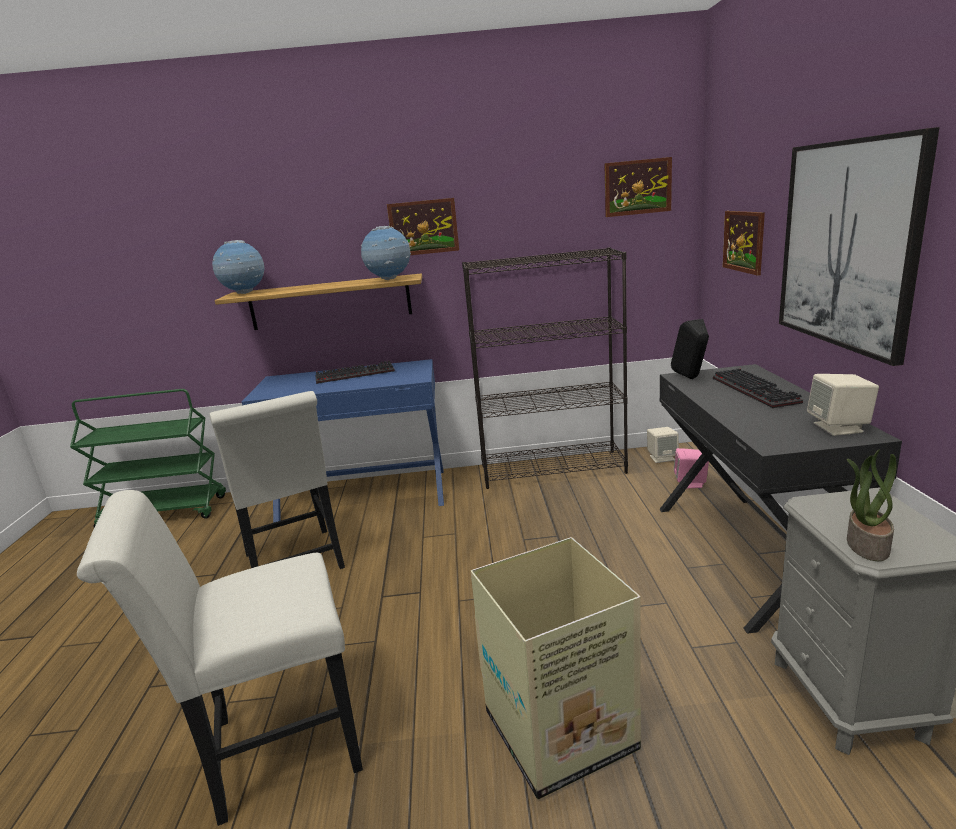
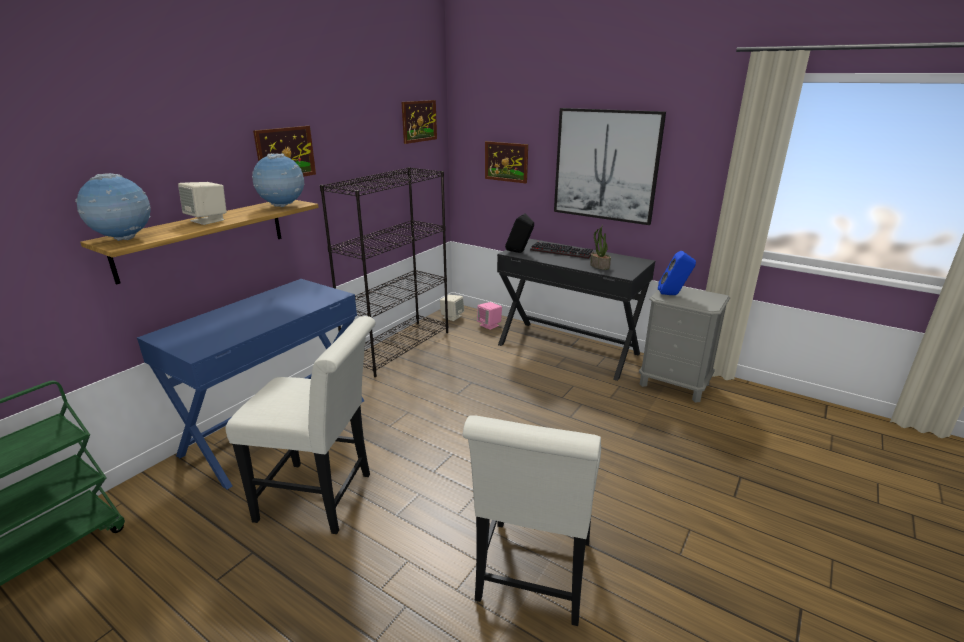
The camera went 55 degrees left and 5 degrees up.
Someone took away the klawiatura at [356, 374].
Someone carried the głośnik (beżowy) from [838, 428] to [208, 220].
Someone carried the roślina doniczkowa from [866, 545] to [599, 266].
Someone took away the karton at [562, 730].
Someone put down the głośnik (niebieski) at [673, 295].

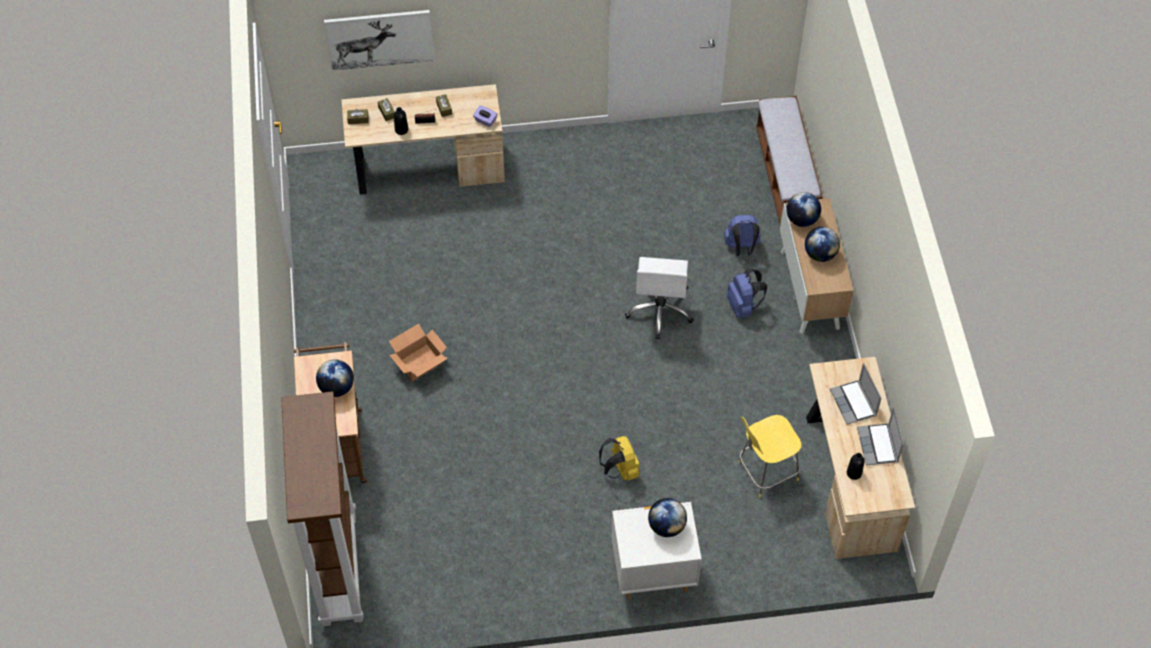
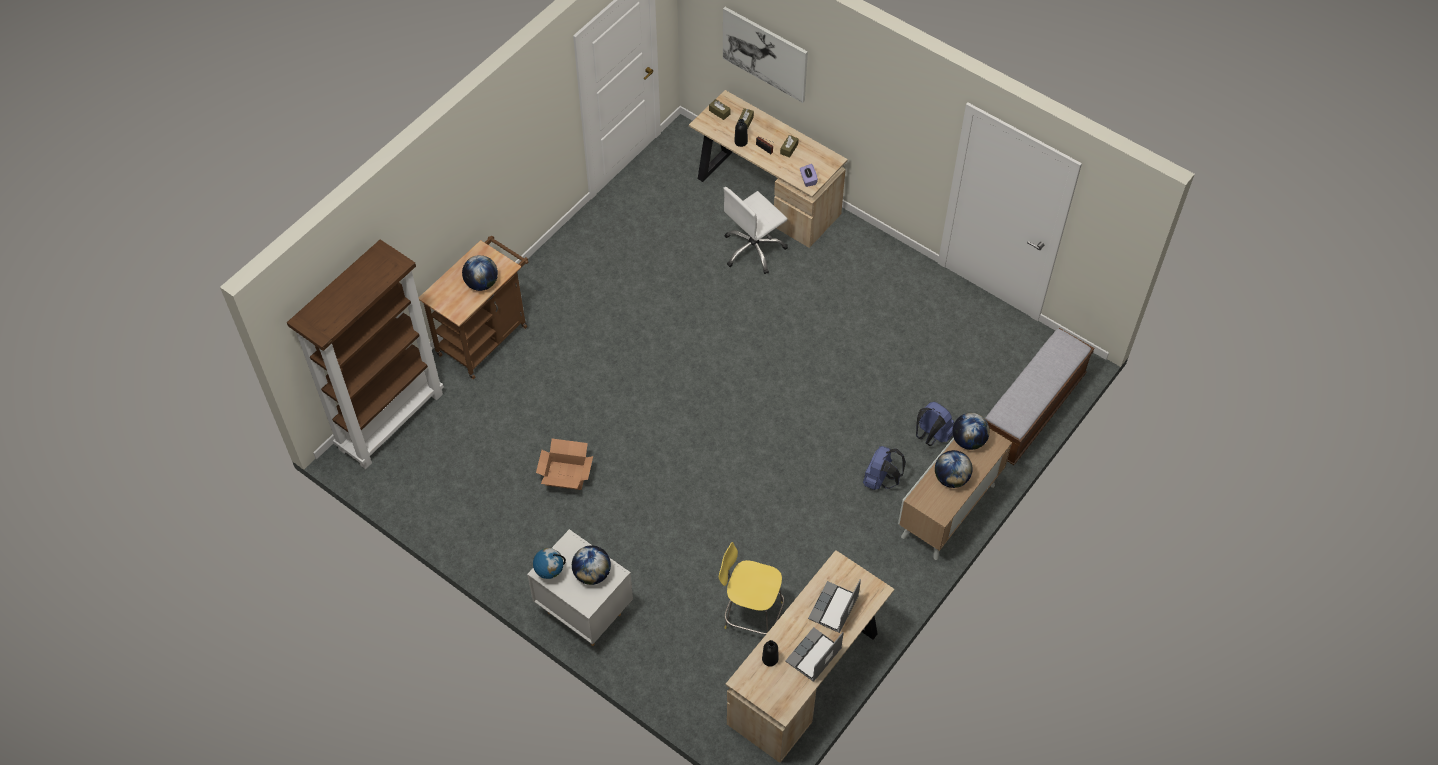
The camera went 45 degrees right and 0 degrees up.
Someone carried the krzesło biurowe (biały) from [660, 310] to [753, 250].
Someone carried the karton from [419, 362] to [565, 475].
Someone took away the plecak (żółty) at [620, 470].
Someone put down the globus at [550, 573].

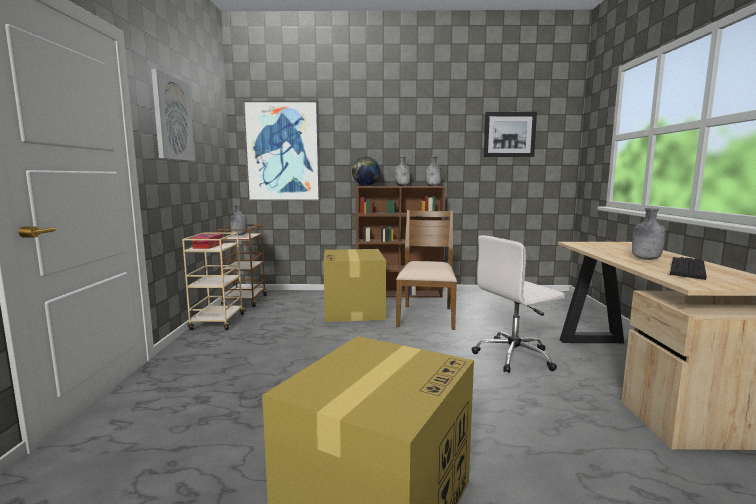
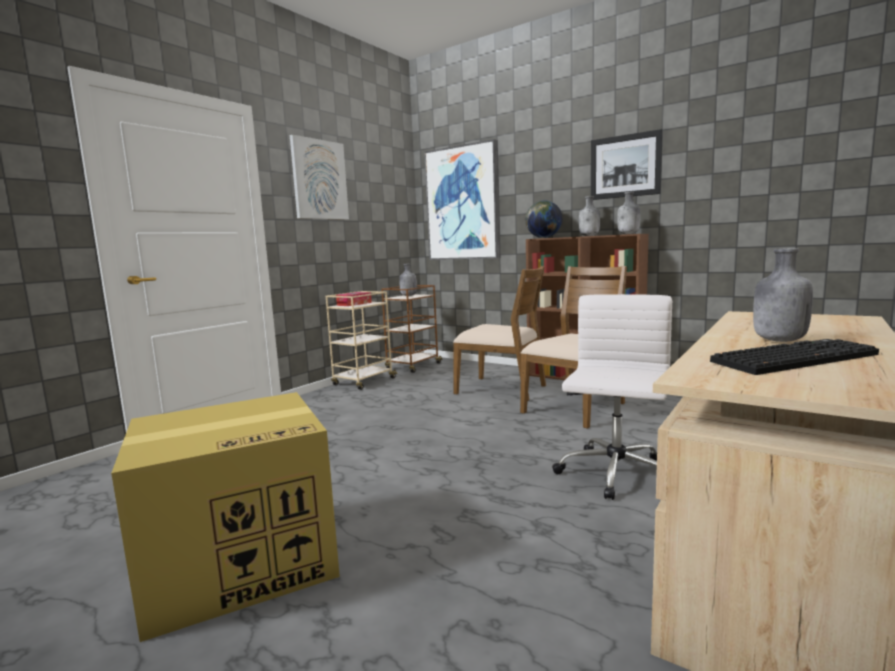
The camera went 35 degrees right and 0 degrees up.
Someone carried the obraz from [509, 134] to [625, 166].
Someone rotated the krzesło biurowe (biały) at [515, 356] by 105 degrees clockwise.
Someone swapped the karton at [354, 310] for the krzesło (brązowy) at [501, 389].

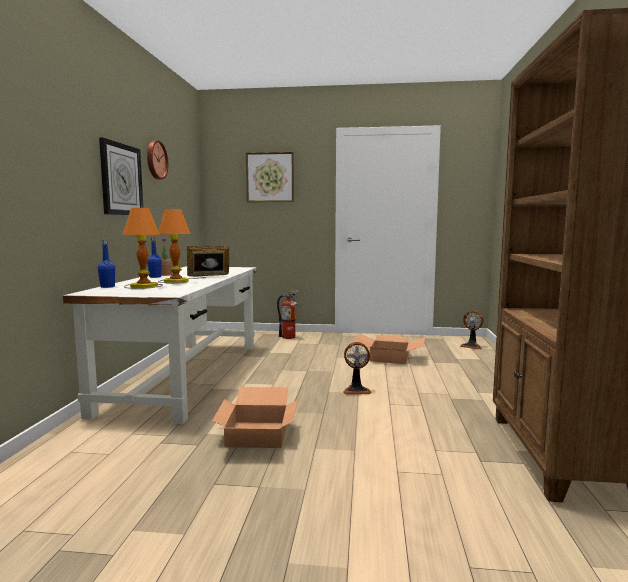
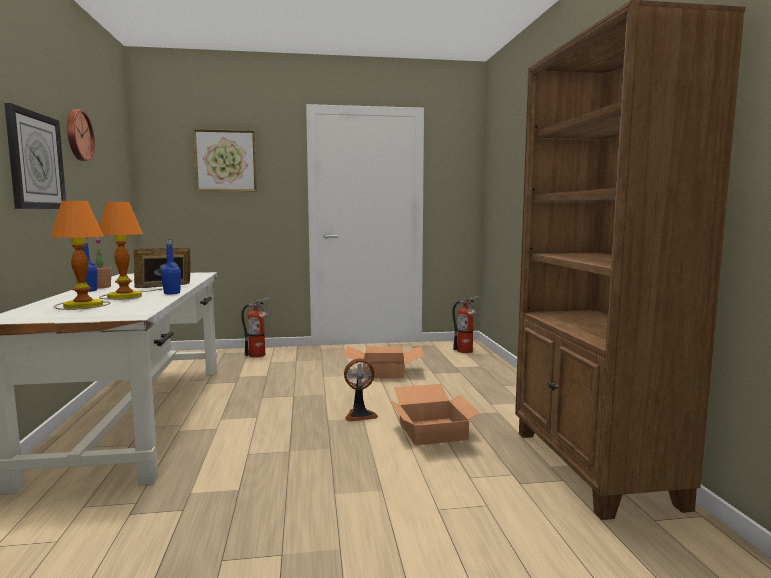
The camera went 15 degrees left and 0 degrees up.
Someone carried the butelka (niebieski) from [107, 286] to [172, 293].
Someone swapped the wentylator at [471, 346] for the gaśnica at [466, 351].
Someone carried the karton from [258, 434] to [434, 431].

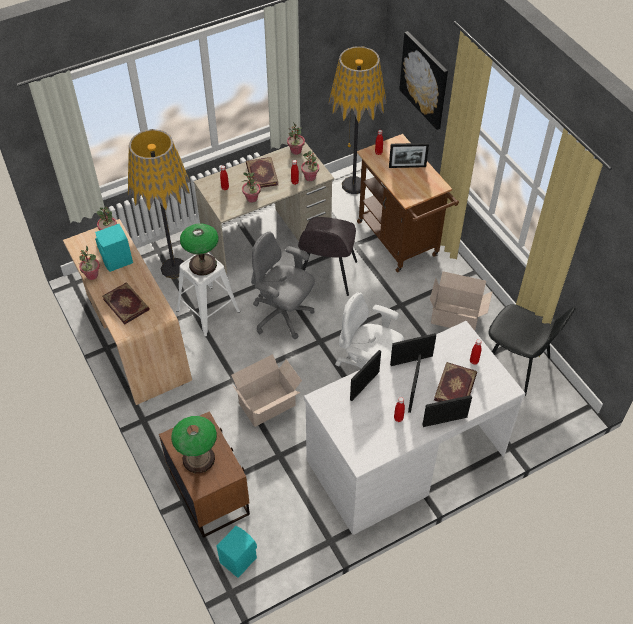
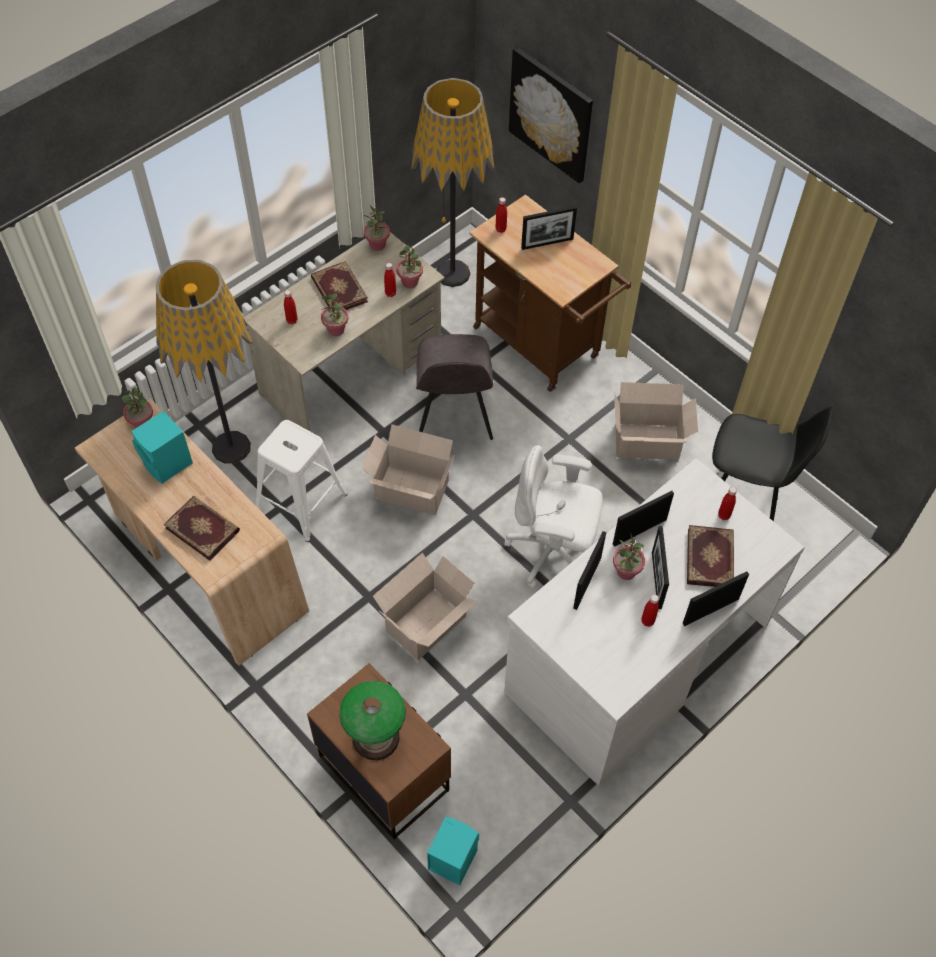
The camera went 15 degrees left and 5 degrees up.
Someone took away the lampa stołowa at [203, 265].
Someone swapped the krzesło biurowe (szary) at [283, 316] for the karton at [410, 488].
Someone carried the roślina doniczkowa from [92, 275] to [626, 572].

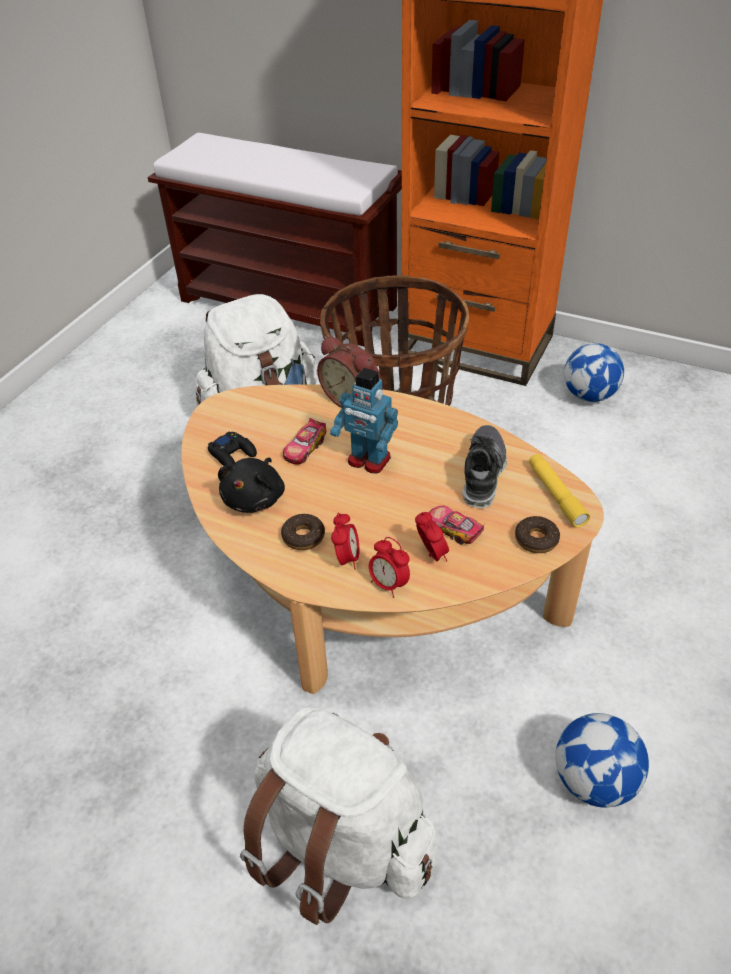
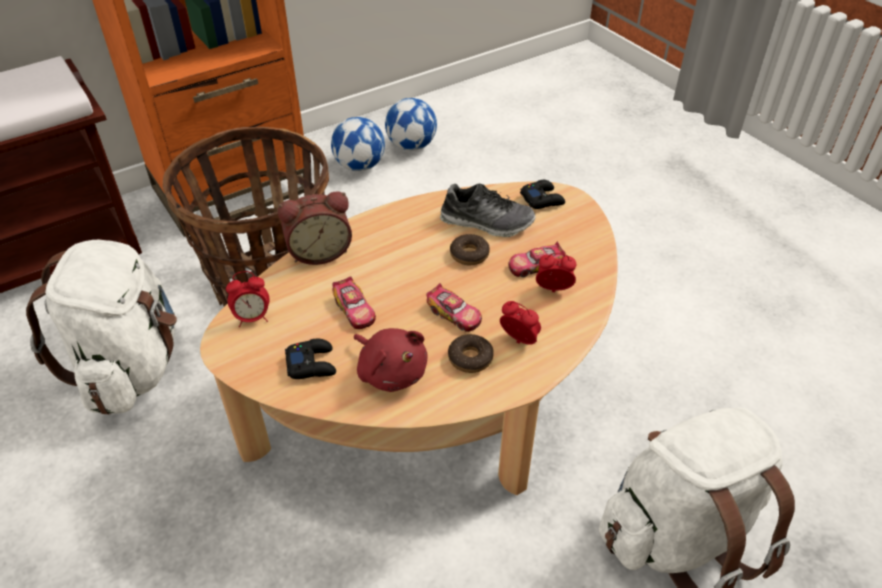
The camera went 60 degrees left and 0 degrees up.
Someone took away the robot zabawkowy at [368, 460].
Someone rotated the but at [482, 473] by 150 degrees clockwise.
Someone swapped the latarka (żółty) at [556, 495] for the pad do gier (czarny) at [542, 199].
Someone repainted the pluszak (czarny) at [255, 498], which became the pluszak (czerwony) at [391, 371].
Someone carried the donut from [536, 539] to [469, 254].
Someone carried the budzik from [388, 584] to [252, 318].
Someone carried the piłka futbolowa from [593, 780] to [411, 146].
Someone put down the samochodzik at [455, 315].

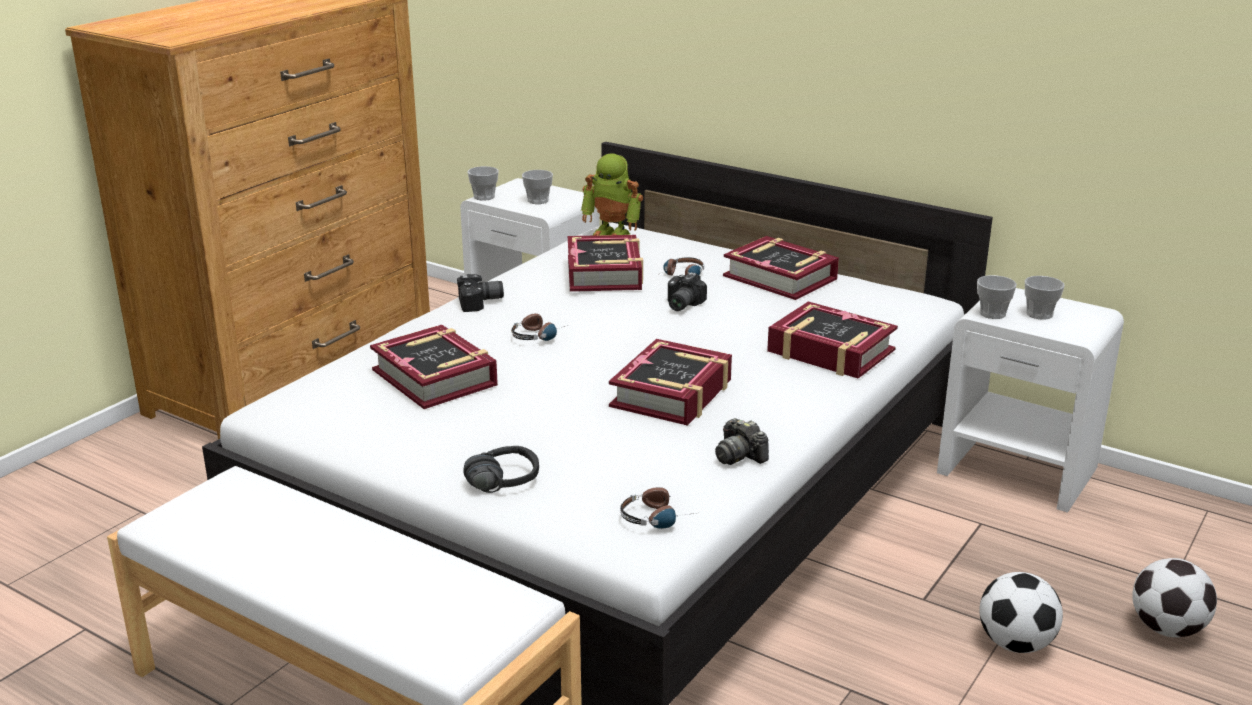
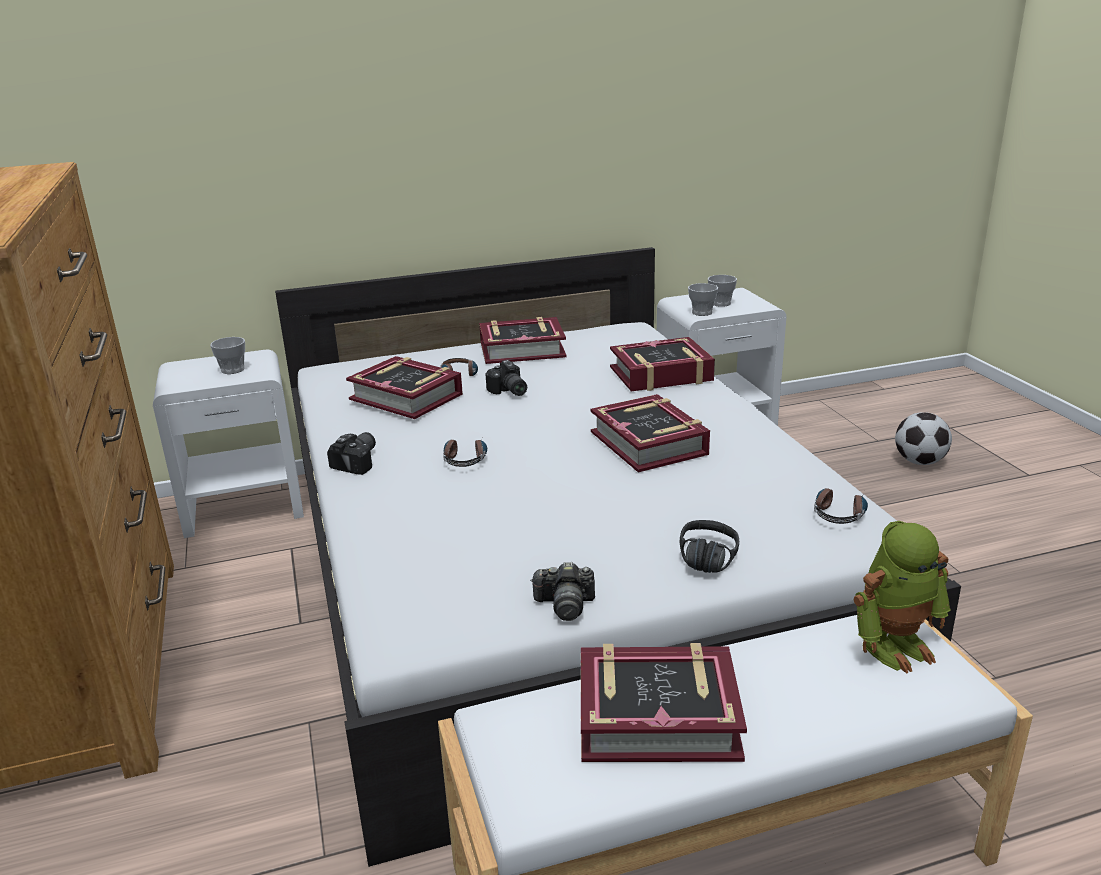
The camera went 50 degrees left and 0 degrees up.
Someone carried the robot zabawkowy from [612, 233] to [894, 645].
Someone took away the filiżanka at [484, 197].
Someone carried the książka from [435, 377] to [657, 716].
Someone carried the aparat fotograficzny from [739, 456] to [565, 605].
Someone took away the piłka futbolowa at [1015, 644].

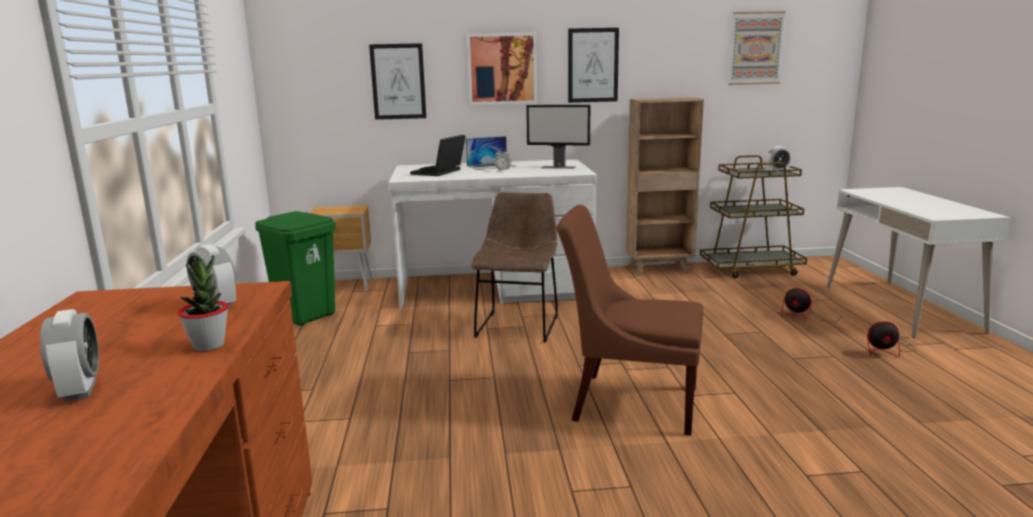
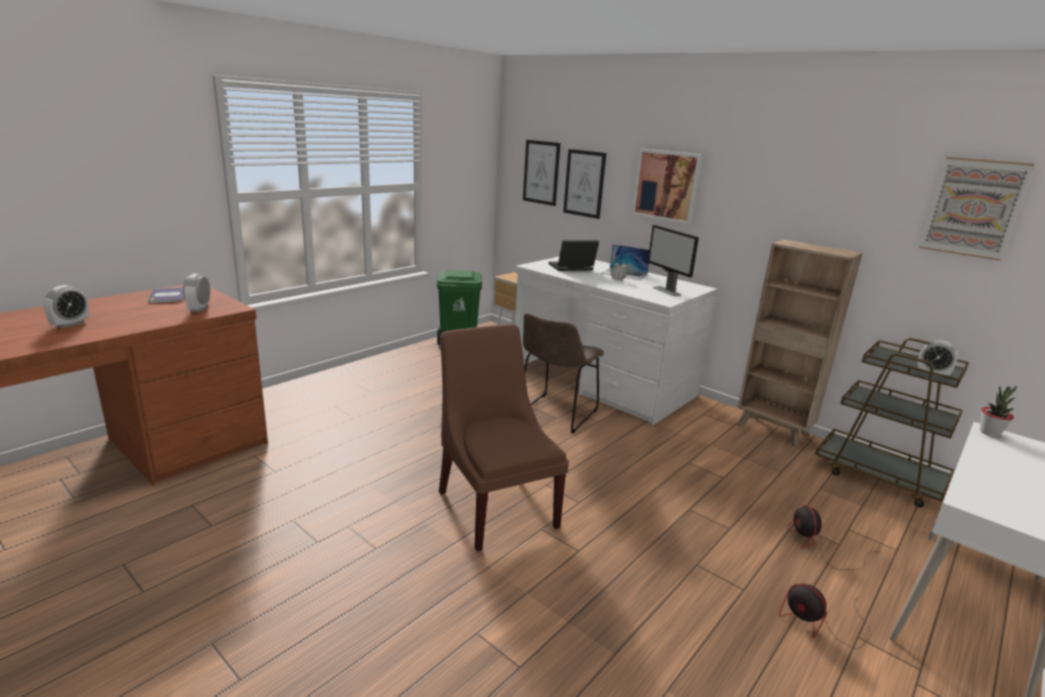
The camera went 45 degrees right and 5 degrees up.
Someone carried the obraz from [593, 65] to [541, 172].
Someone rotated the krzesło (brązowy) at [518, 324] by 150 degrees clockwise.
Someone carried the roślina doniczkowa from [209, 345] to [989, 433].
Someone put down the książka at [168, 296].

